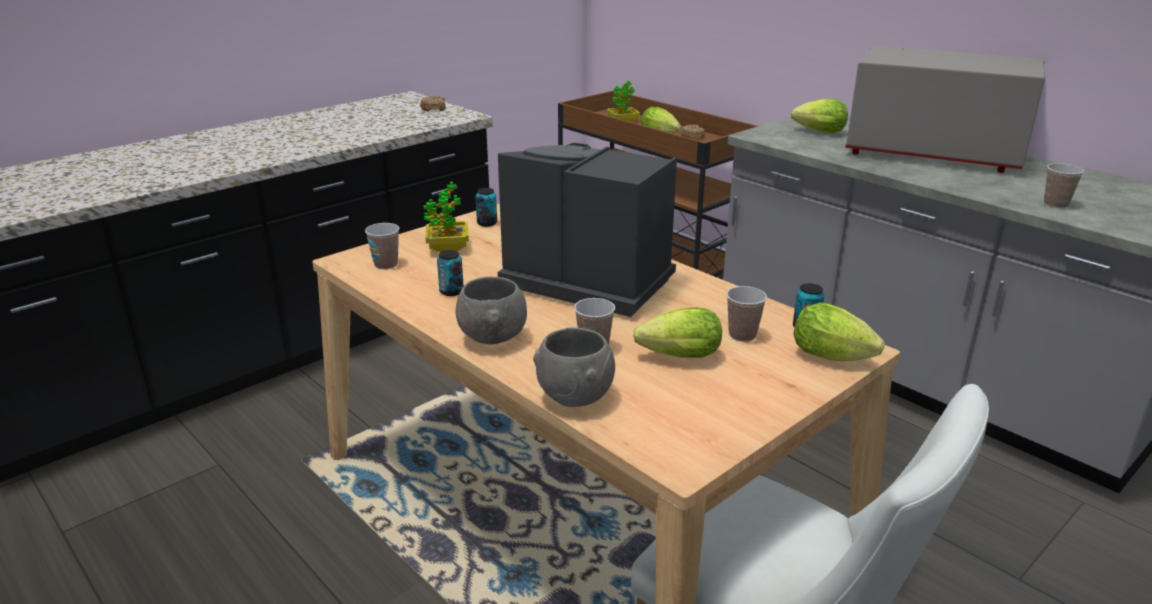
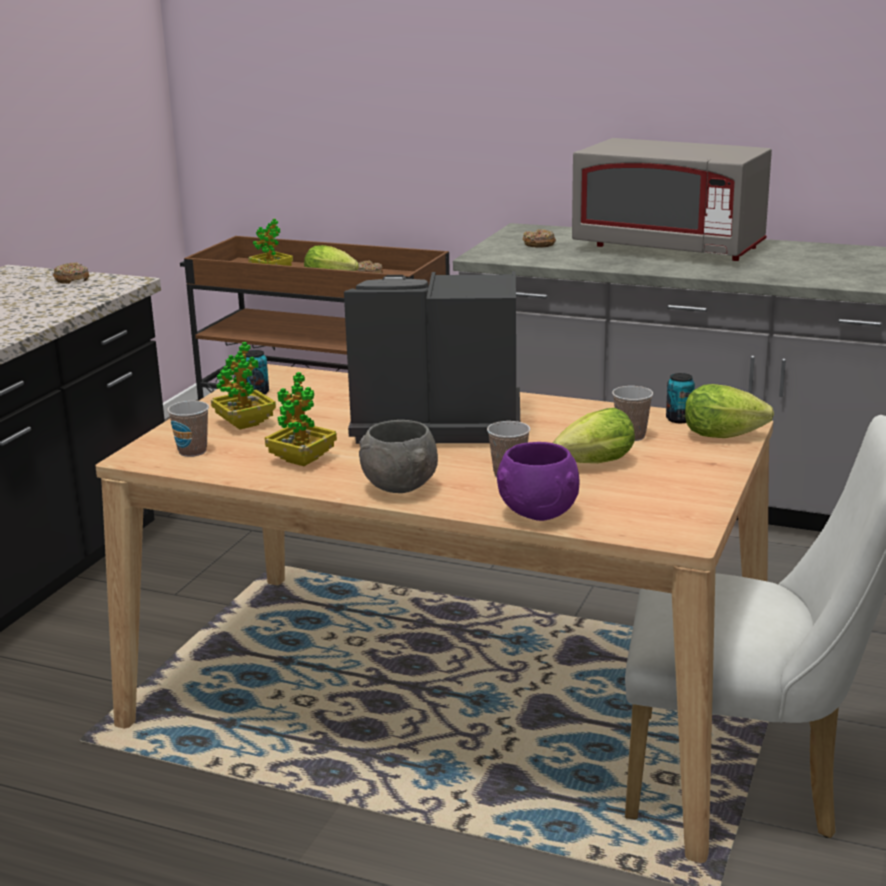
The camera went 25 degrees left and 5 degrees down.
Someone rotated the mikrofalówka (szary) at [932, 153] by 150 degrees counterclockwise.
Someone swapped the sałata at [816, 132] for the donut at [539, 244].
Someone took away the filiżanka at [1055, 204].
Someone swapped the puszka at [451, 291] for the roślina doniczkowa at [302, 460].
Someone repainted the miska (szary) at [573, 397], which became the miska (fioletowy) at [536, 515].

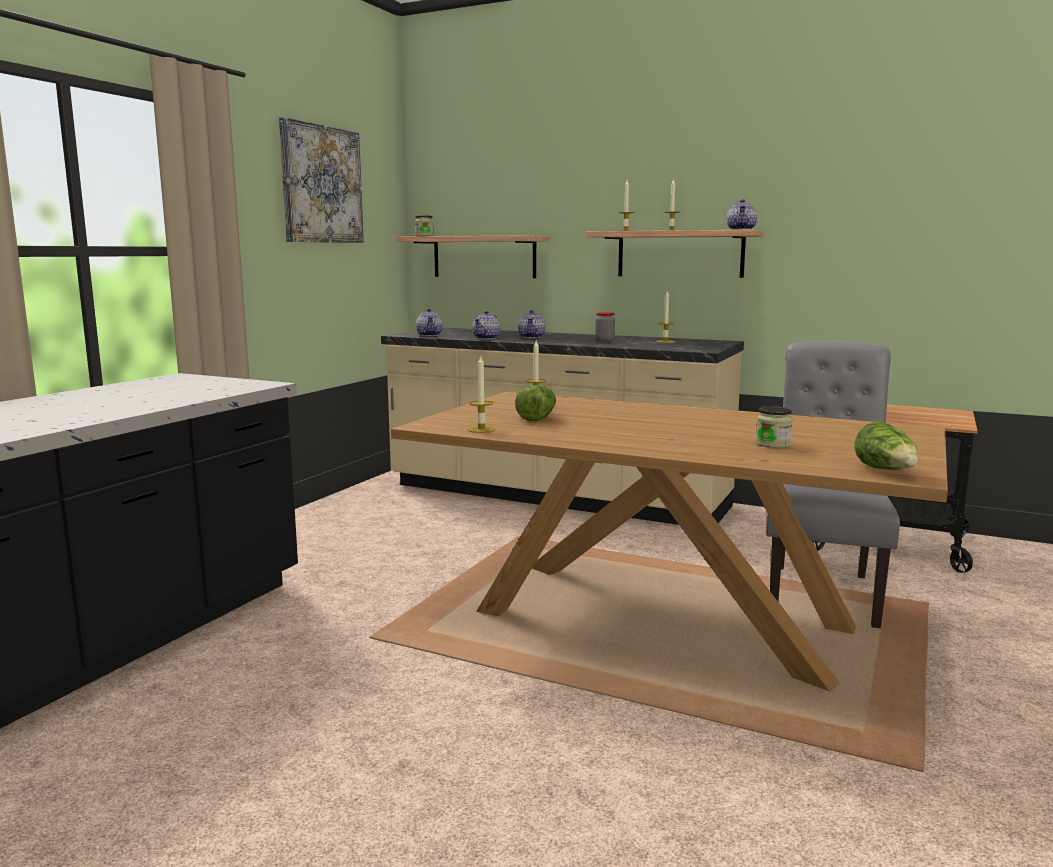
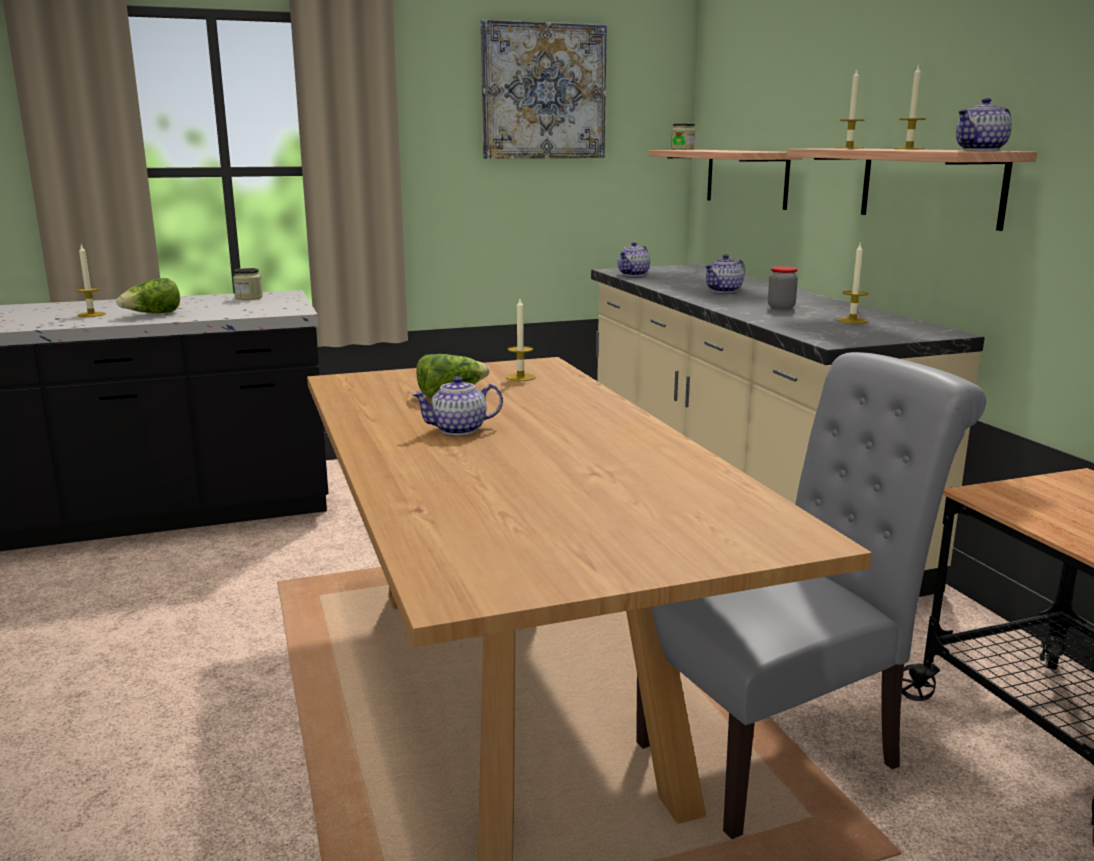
The camera went 45 degrees right and 5 degrees up.
Someone carried the imbryk from [487, 338] to [459, 429].
Someone carried the świeca from [481, 429] to [91, 314].
Someone carried the słoik from [773, 444] to [249, 298].
Someone carried the sałata from [886, 471] to [152, 314].

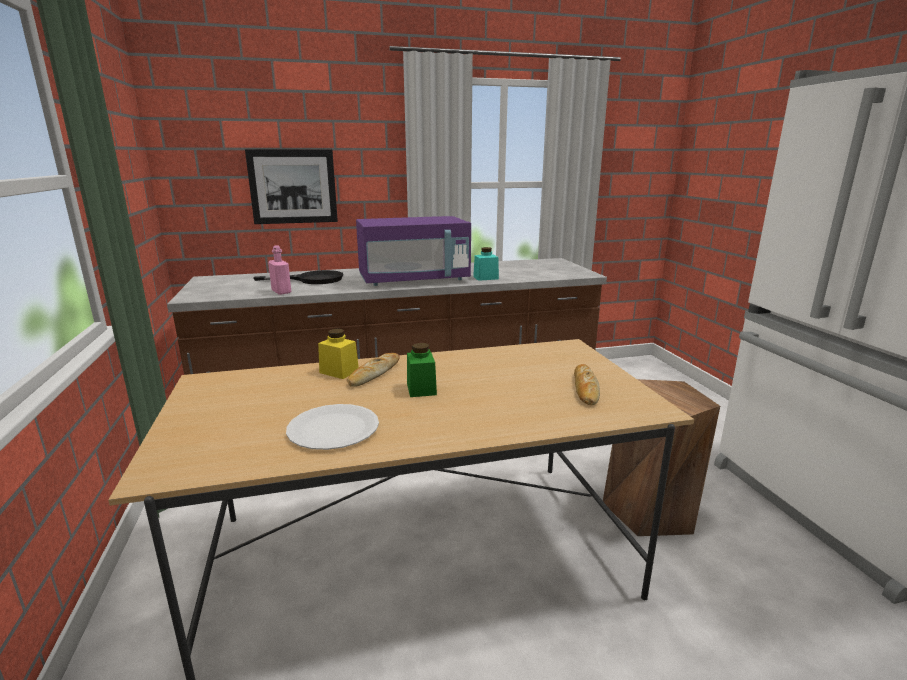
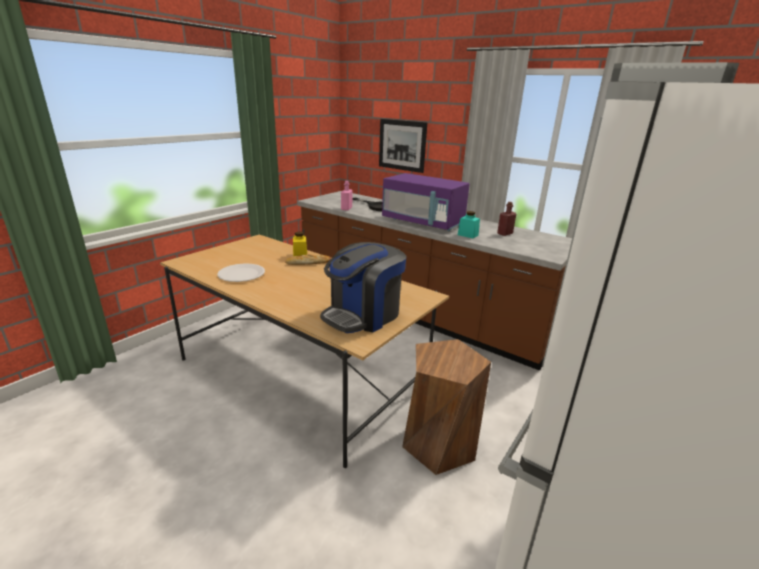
The camera went 50 degrees right and 5 degrees up.
Someone took away the słoik (zielony) at [421, 389].
Someone swapped the chleb at [585, 388] for the ekspres do kawy at [363, 315].
Someone put down the butelka (czerwony) at [504, 233].

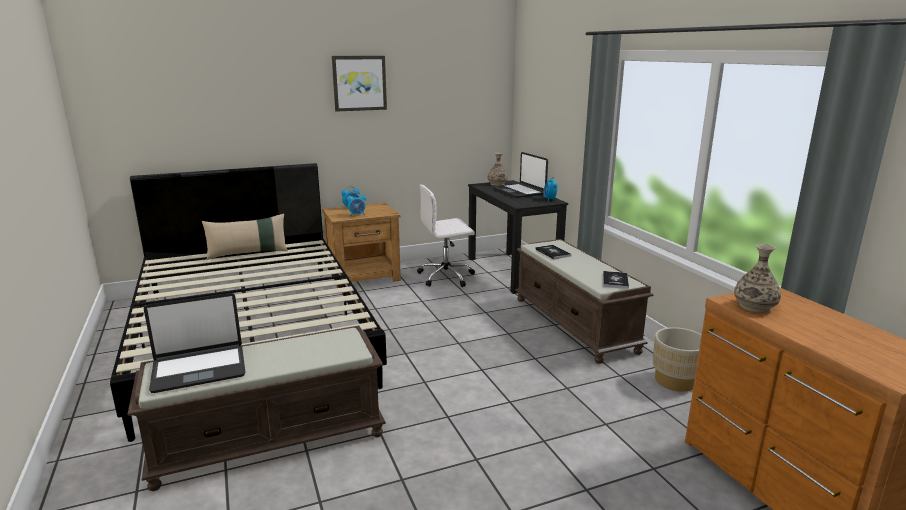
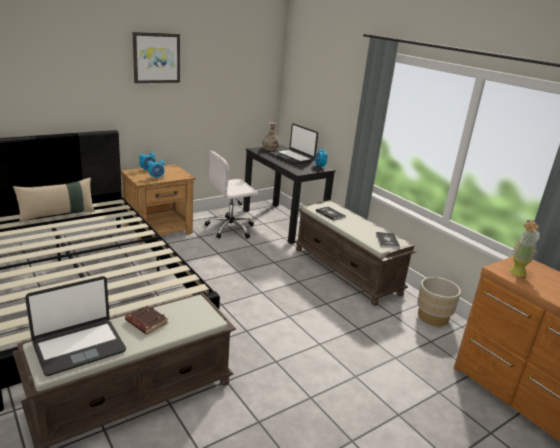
The camera went 15 degrees left and 5 degrees up.
Someone swapped the wazon at [754, 306] for the roślina doniczkowa at [517, 274].
Someone put down the książka (brązowy) at [146, 322].

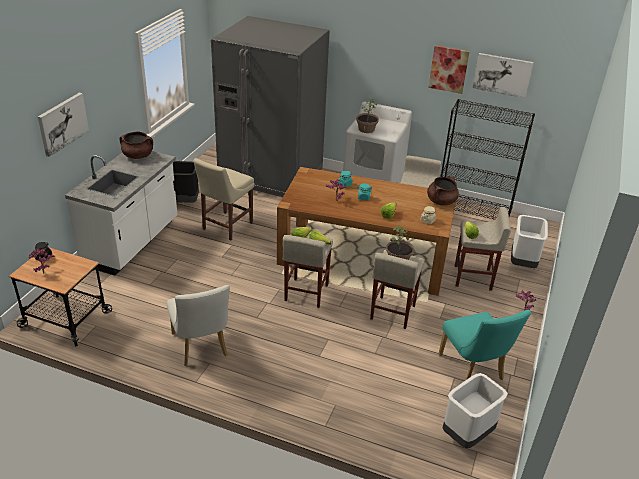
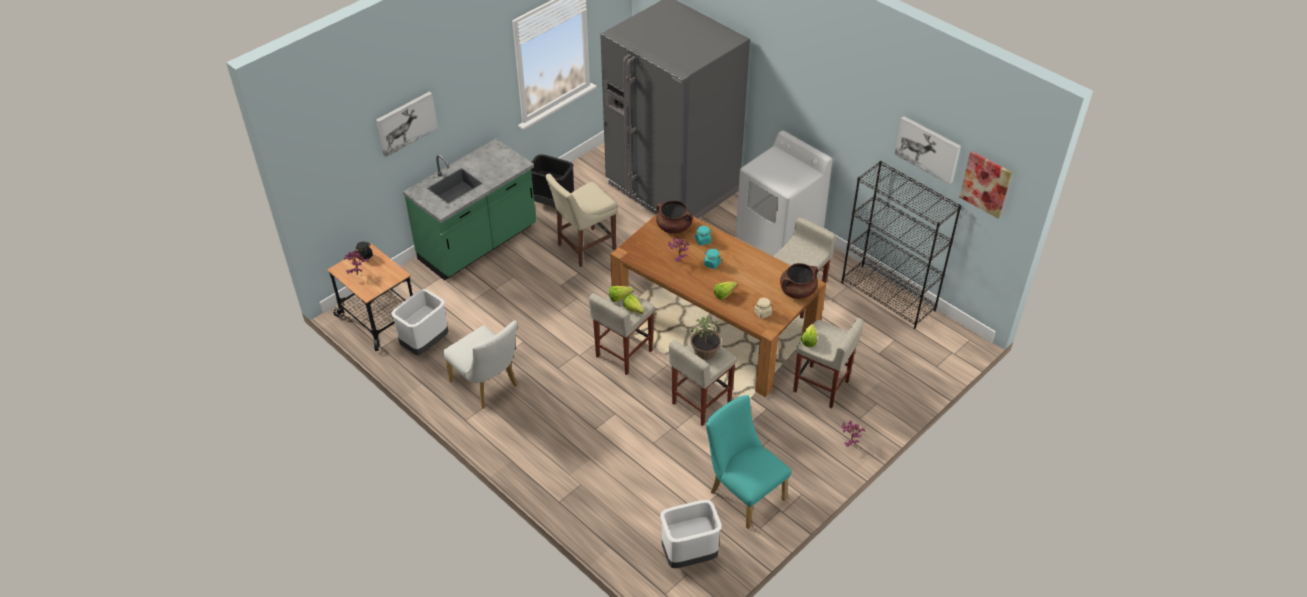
The camera went 25 degrees right and 10 degrees up.
Someone carried the obraz from [448, 69] to [986, 184].
Someone took away the roślina doniczkowa at [366, 129].
Someone carried the garnek (brązowy) from [138, 156] to [674, 227].
Someone repainted the zabudowa kuchenna (biały) at [132, 243], which became the zabudowa kuchenna (zielony) at [478, 245].
Someone carried the kosz na śmieci (biały) from [523, 263] to [425, 345].
Someone rotated the krzesło (biały) at [201, 348] by 45 degrees counterclockwise.
Someone rotated the krzesło (turkusowy) at [473, 370] by 135 degrees clockwise.

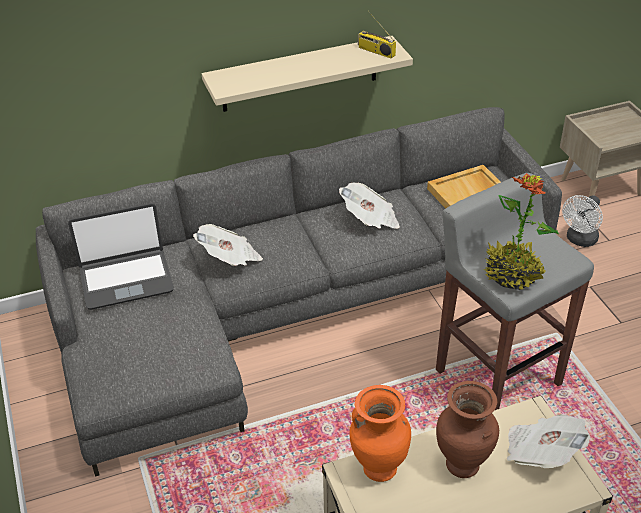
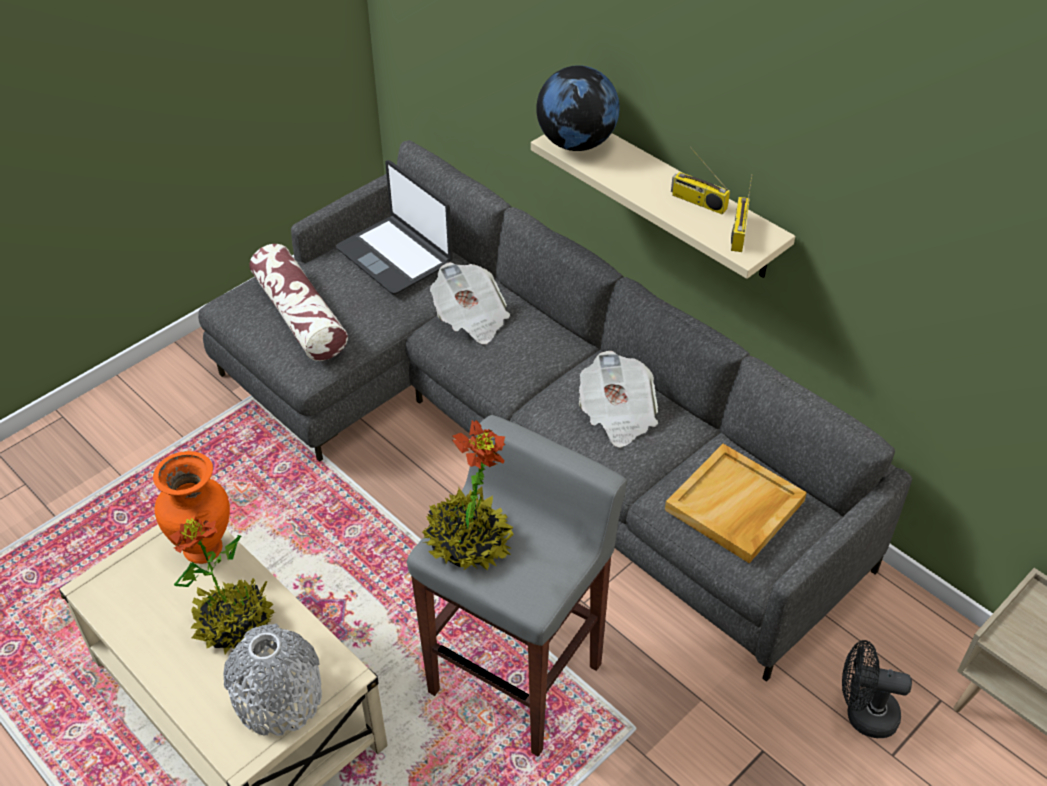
The camera went 65 degrees right and 5 degrees up.
Someone repainted the wentylator (biały) at [579, 240], which became the wentylator (czarny) at [863, 714].
Someone swapped the wazon (brązowy) at [463, 464] for the roślina doniczkowa at [234, 623].
Someone swapped the gazeta at [541, 452] for the wazon (szary) at [279, 698].
Someone put down the globus at [576, 143].
Someone put down the radio at [697, 202].
Someone put down the poduszka at [300, 316].

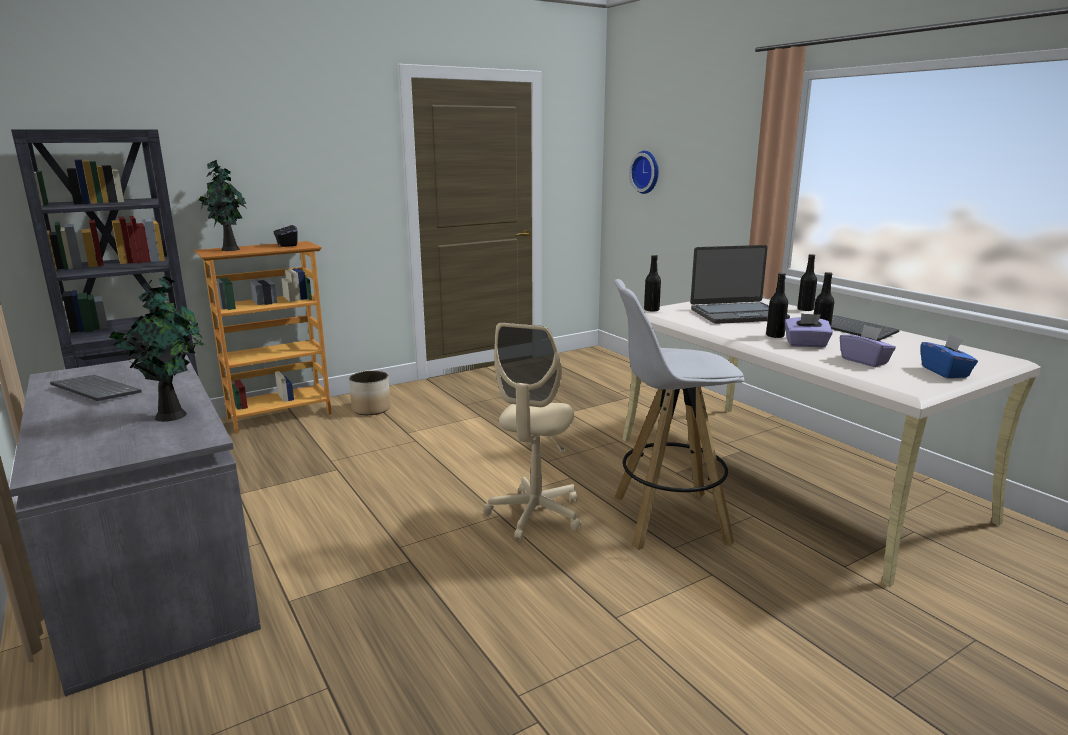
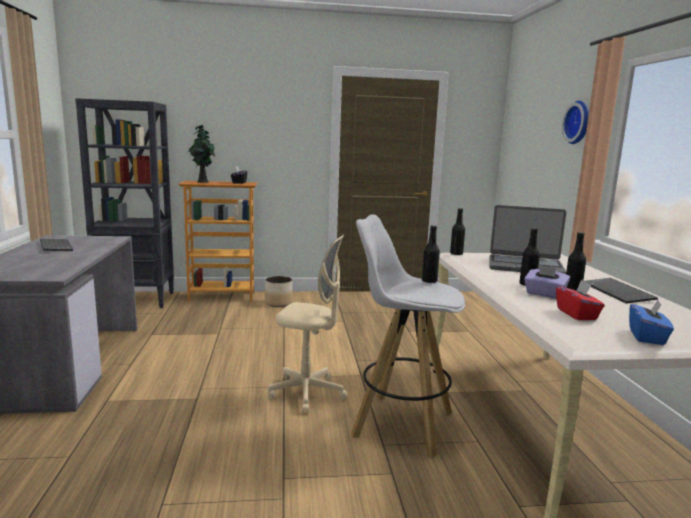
The camera went 25 degrees right and 5 degrees down.
Someone carried the zegar ścienny from [647, 172] to [579, 122].
Someone carried the butelka (czarny) from [805, 309] to [429, 281].
Someone took away the roślina doniczkowa at [172, 414].
Someone rotated the krzesło biurowe (beżowy) at [535, 515] by 120 degrees counterclockwise.
Someone repainted the pudełko chusteczek (fioletowy) at [864, 361], which became the pudełko chusteczek (czerwony) at [577, 314].

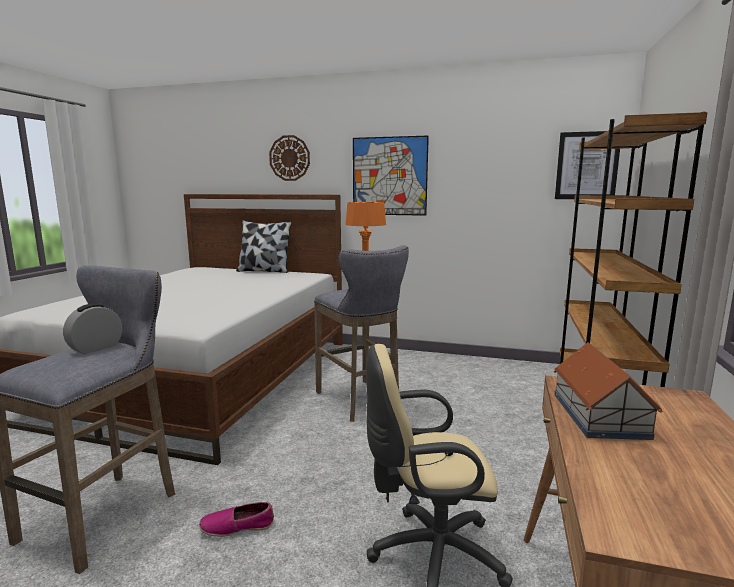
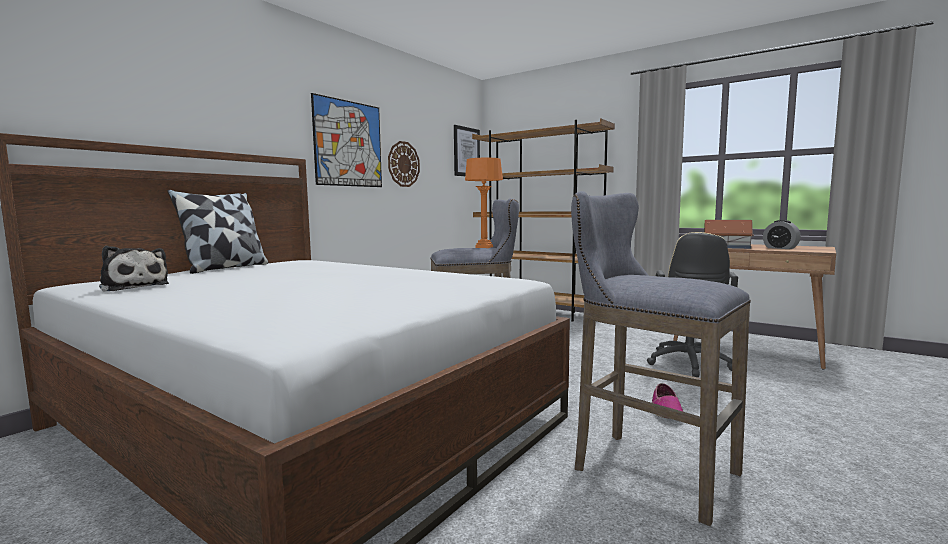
The camera went 70 degrees left and 5 degrees down.
Someone carried the zegar ścienny from [289, 158] to [403, 164].
Someone carried the budzik from [96, 348] to [780, 248].
Someone put down the pluszak at [134, 287].

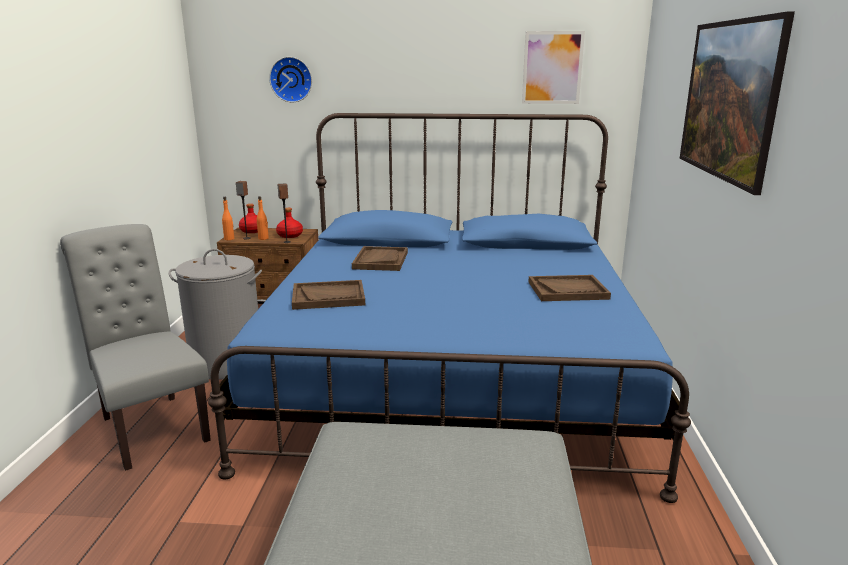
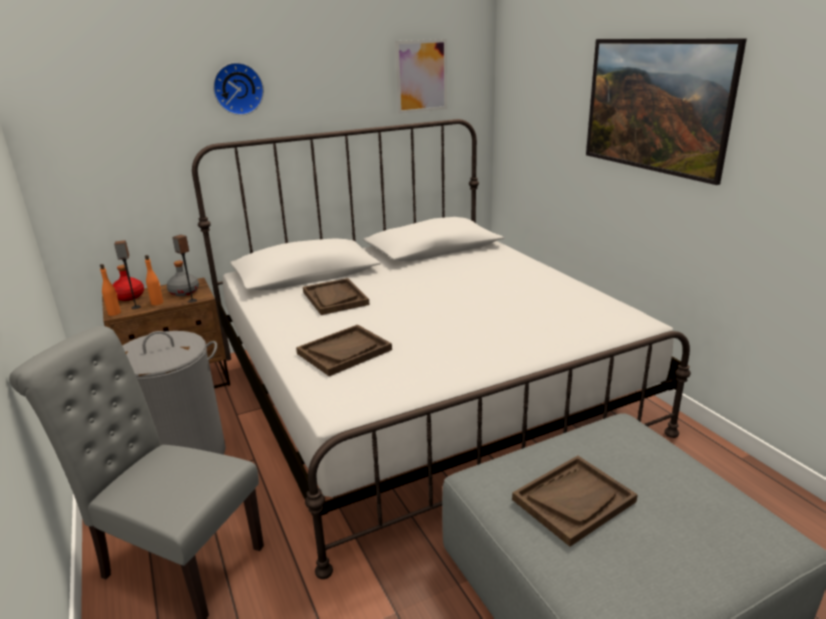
The camera went 30 degrees left and 5 degrees up.
Someone carried the zegar ścienny from [291, 79] to [238, 88].
Someone repainted the łóżko (niebieski) at [450, 376], which became the łóżko (biały) at [422, 392].
Someone repainted the butelka (czerwony) at [290, 235], which became the butelka (szary) at [184, 292].
Someone carried the taca (brązowy) from [568, 290] to [573, 500].

